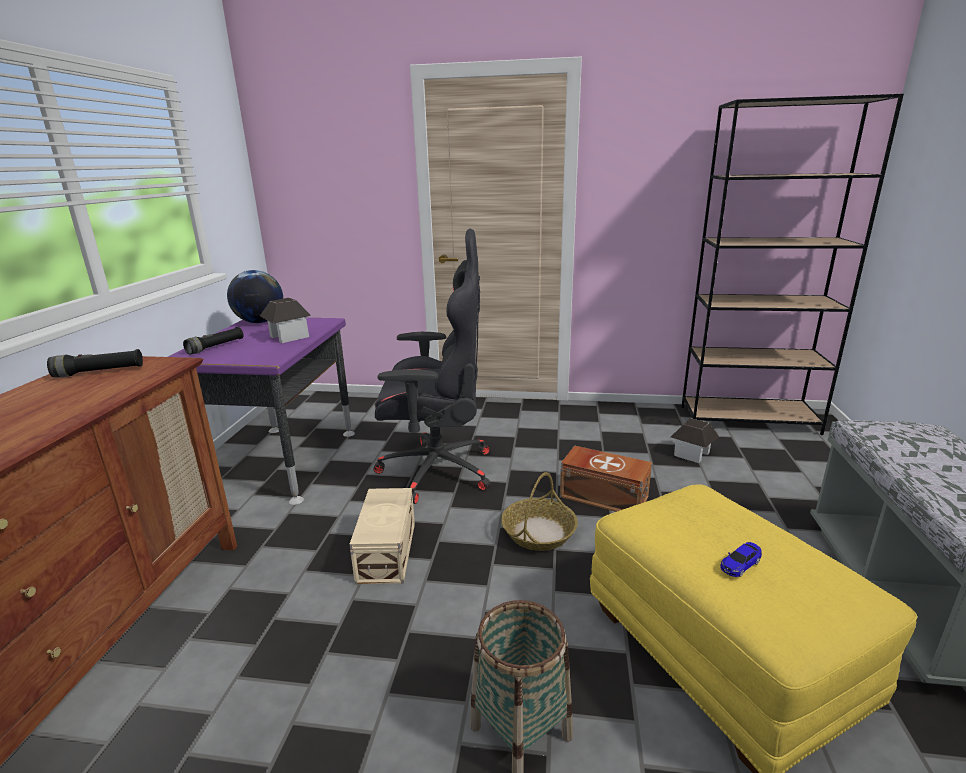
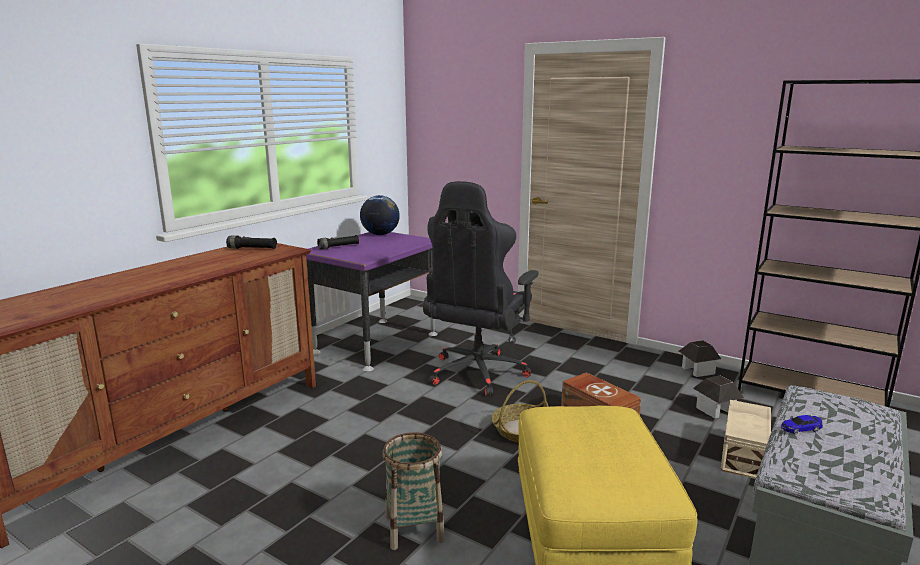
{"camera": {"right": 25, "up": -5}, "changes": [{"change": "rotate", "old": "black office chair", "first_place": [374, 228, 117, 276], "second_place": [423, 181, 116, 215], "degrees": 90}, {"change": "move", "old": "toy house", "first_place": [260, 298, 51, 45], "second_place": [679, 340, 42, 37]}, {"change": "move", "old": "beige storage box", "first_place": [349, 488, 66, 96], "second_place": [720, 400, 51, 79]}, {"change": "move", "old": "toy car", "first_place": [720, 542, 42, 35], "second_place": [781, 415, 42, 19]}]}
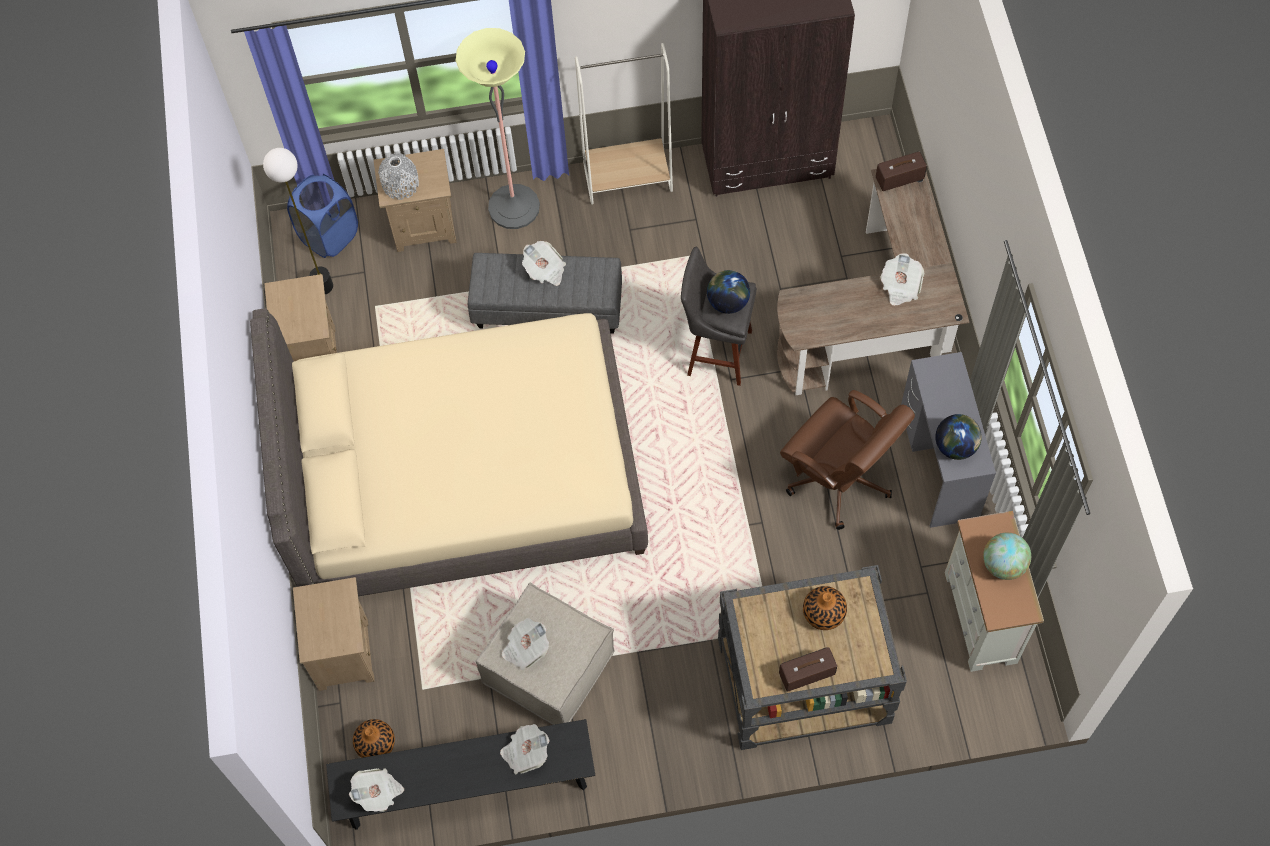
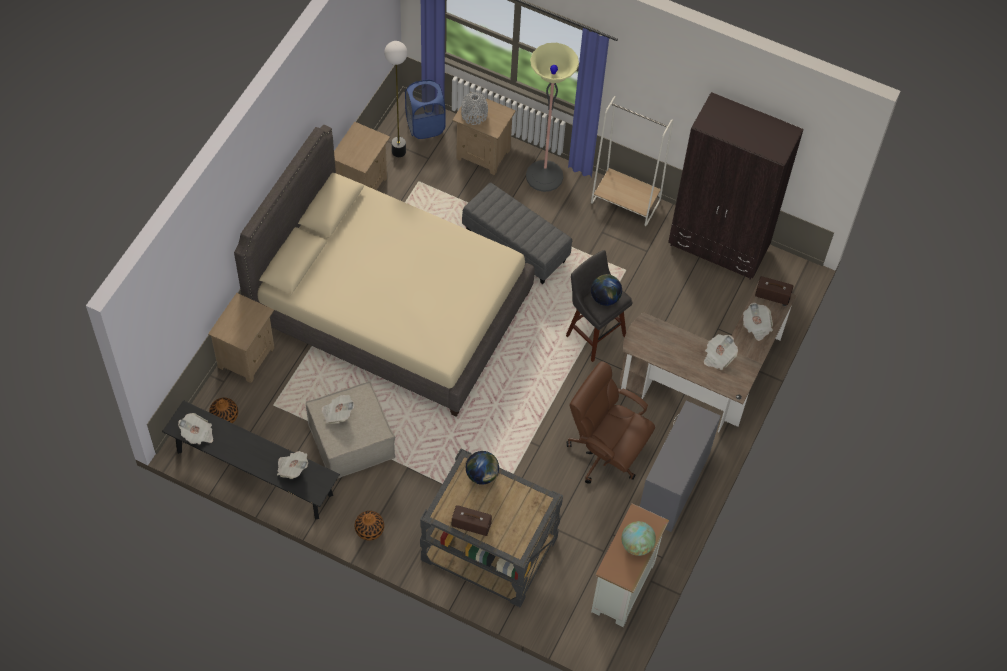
{"camera": {"right": 30, "up": -5}, "changes": [{"change": "move", "old": "vase", "first_place": [803, 586, 44, 44], "second_place": [355, 511, 29, 30]}, {"change": "move", "old": "globe", "first_place": [935, 414, 47, 46], "second_place": [466, 451, 33, 34]}, {"change": "rotate", "old": "brown office chair", "first_place": [780, 390, 135, 140], "second_place": [567, 361, 88, 122], "degrees": 135}, {"change": "move", "old": "newspaper", "first_place": [522, 241, 44, 45], "second_place": [743, 302, 30, 39]}]}
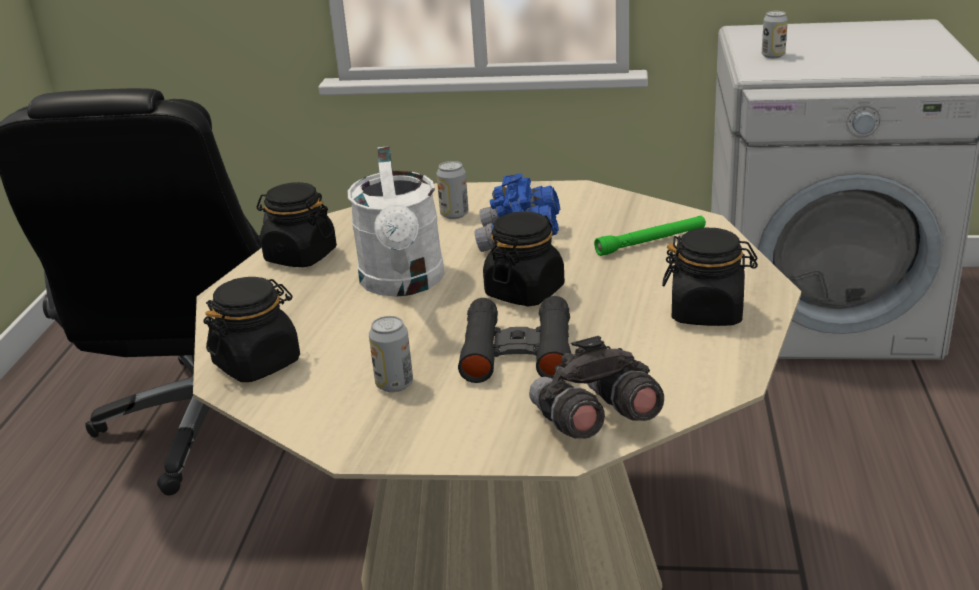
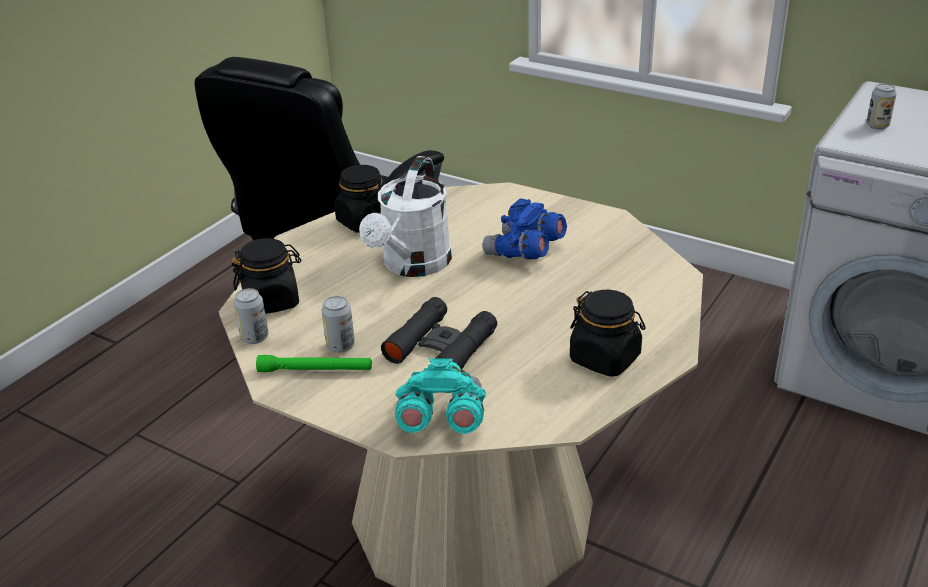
{"camera": {"right": 25, "up": 5}, "changes": [{"change": "move", "old": "can", "first_place": [436, 161, 33, 58], "second_place": [234, 288, 35, 56]}, {"change": "move", "old": "green flashlight", "first_place": [594, 216, 112, 40], "second_place": [256, 355, 116, 17]}, {"change": "recolor", "old": "grey binoculars", "new": "turquoise binoculars", "first_place": [529, 336, 135, 103], "second_place": [395, 358, 91, 76]}, {"change": "delete", "old": "black jar", "first_place": [483, 212, 82, 94]}]}
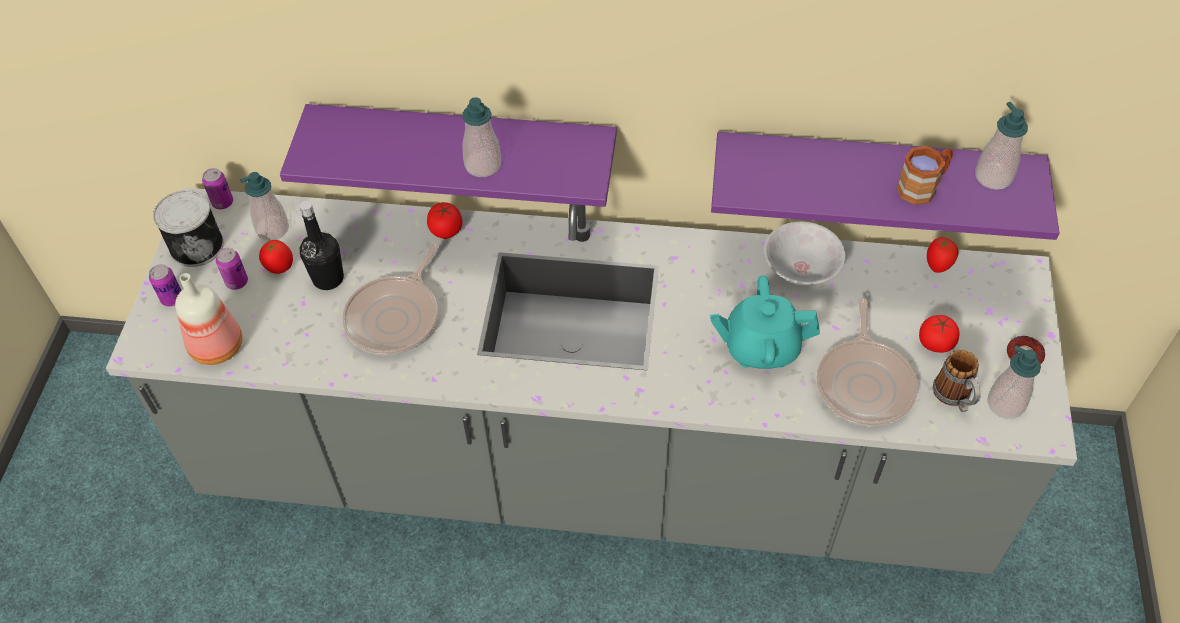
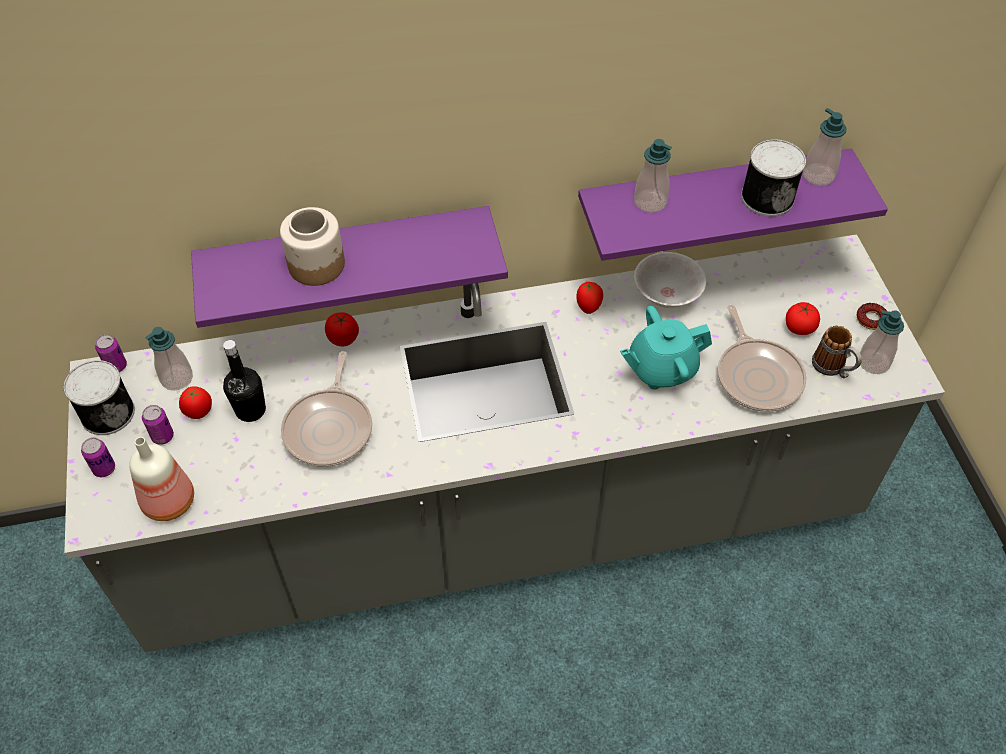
{"camera": {"right": -20, "up": 0}, "changes": [{"change": "insert", "new": "jar", "second_place": [280, 207, 65, 79]}, {"change": "move", "old": "tomato", "first_place": [927, 237, 32, 36], "second_place": [576, 282, 27, 32]}, {"change": "move", "old": "soap dispenser", "first_place": [462, 97, 39, 80], "second_place": [634, 139, 38, 74]}, {"change": "replace", "old": "brown mug", "new": "can", "first_place": [896, 146, 57, 59], "second_place": [741, 139, 65, 78]}]}
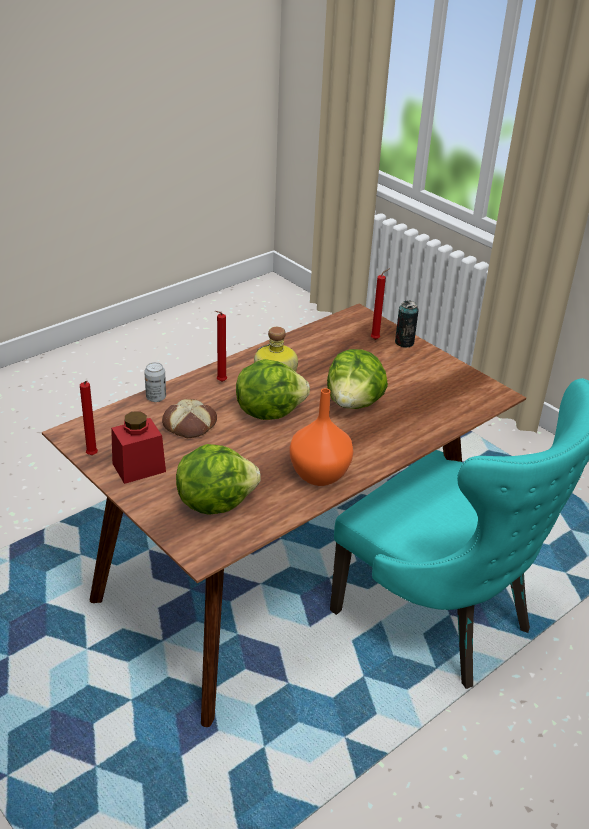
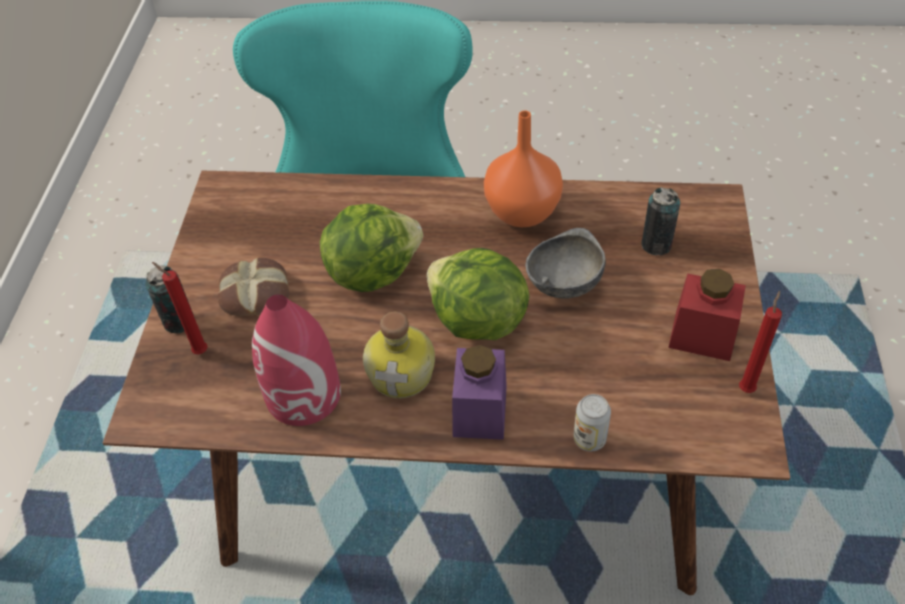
{"camera": {"right": -130, "up": 15}, "changes": [{"change": "move", "old": "bread", "first_place": [162, 399, 55, 39], "second_place": [218, 258, 71, 58]}, {"change": "insert", "new": "red vase", "second_place": [252, 294, 89, 132]}, {"change": "replace", "old": "red candle", "new": "purple jar", "first_place": [215, 311, 12, 71], "second_place": [452, 345, 55, 95]}, {"change": "insert", "new": "grey bowl", "second_place": [525, 228, 81, 71]}, {"change": "replace", "old": "lettuce", "new": "can", "first_place": [176, 444, 85, 71], "second_place": [641, 187, 39, 68]}]}
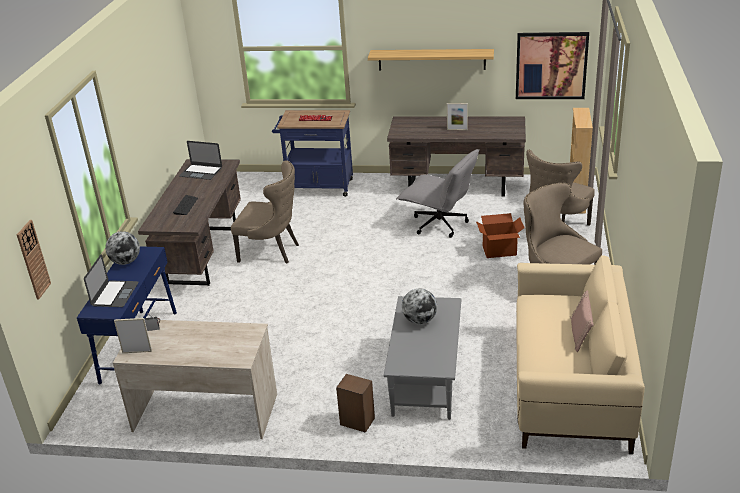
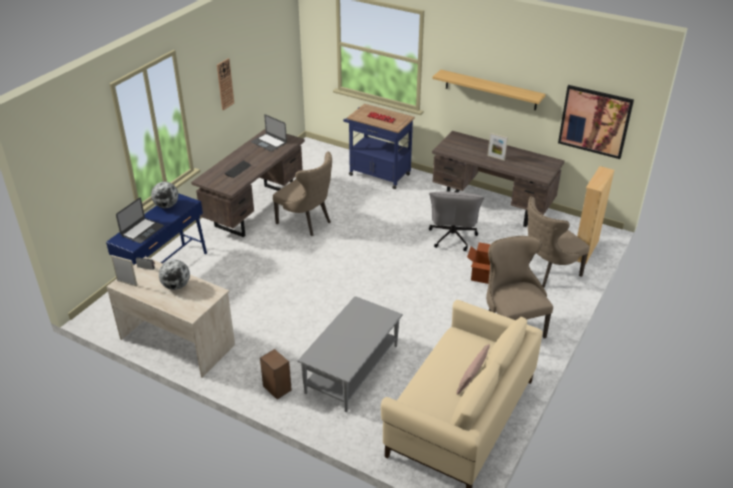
{"camera": {"right": 20, "up": 5}, "changes": [{"change": "move", "old": "globe", "first_place": [402, 289, 35, 35], "second_place": [159, 260, 31, 30]}, {"change": "move", "old": "wall clock", "first_place": [17, 220, 34, 79], "second_place": [217, 58, 17, 52]}, {"change": "rotate", "old": "grey office chair", "first_place": [396, 149, 84, 89], "second_place": [429, 191, 55, 60], "degrees": 45}]}
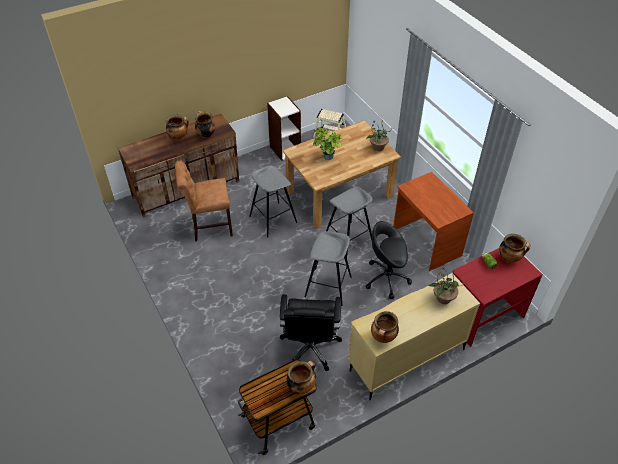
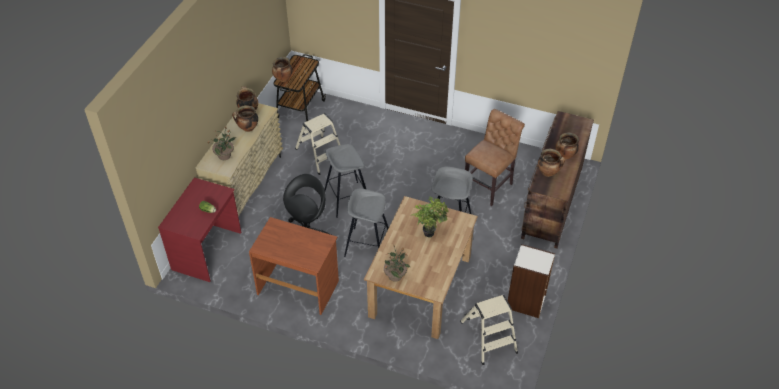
{"camera": {"right": 140, "up": 0}, "changes": [{"change": "move", "old": "cooking pot", "first_place": [499, 234, 31, 29], "second_place": [232, 105, 26, 27]}, {"change": "replace", "old": "black office chair", "new": "beige step ladder", "first_place": [280, 294, 62, 77], "second_place": [295, 113, 45, 62]}]}
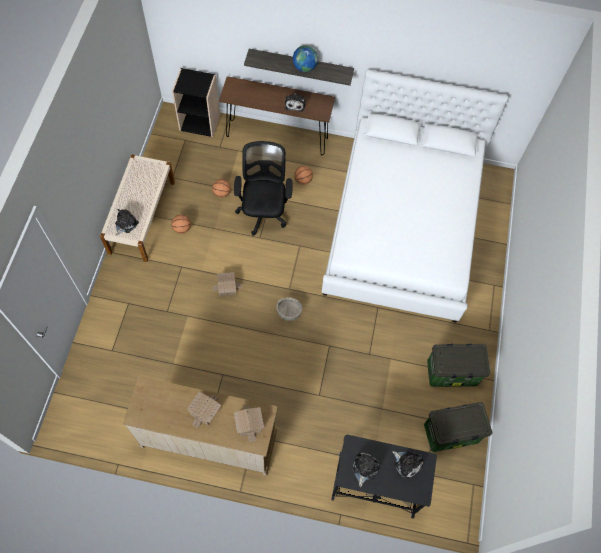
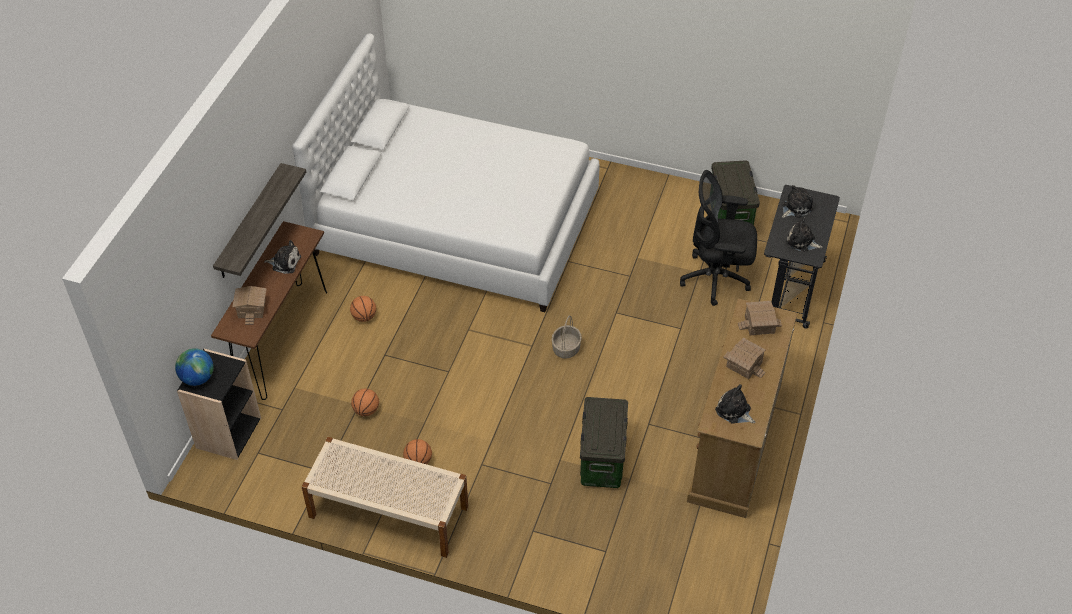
{"camera": {"right": -80, "up": -15}, "changes": [{"change": "move", "old": "globe", "first_place": [293, 45, 25, 27], "second_place": [175, 348, 39, 38]}, {"change": "move", "old": "toy house", "first_place": [212, 272, 30, 24], "second_place": [232, 286, 35, 39]}, {"change": "move", "old": "storage box", "first_place": [427, 344, 63, 43], "second_place": [580, 397, 48, 91]}, {"change": "move", "old": "black office chair", "first_place": [234, 141, 59, 94], "second_place": [680, 170, 77, 136]}, {"change": "move", "old": "plush toy", "first_place": [115, 209, 24, 27], "second_place": [715, 384, 40, 40]}]}
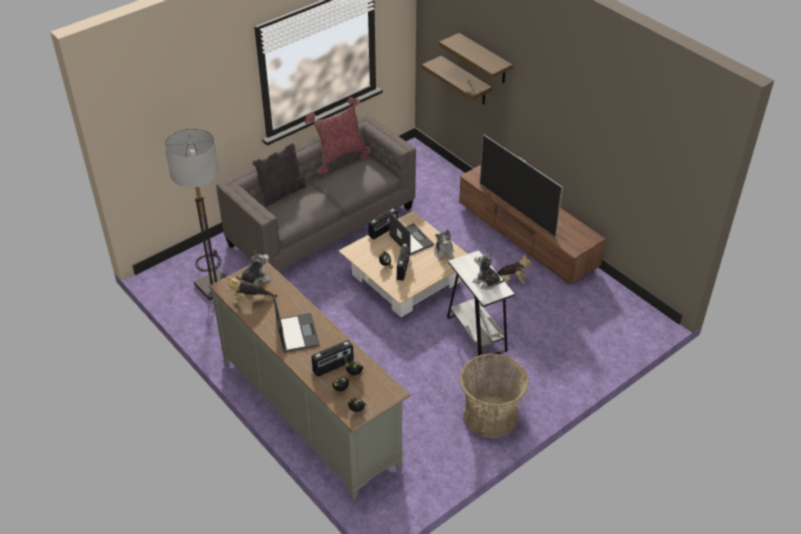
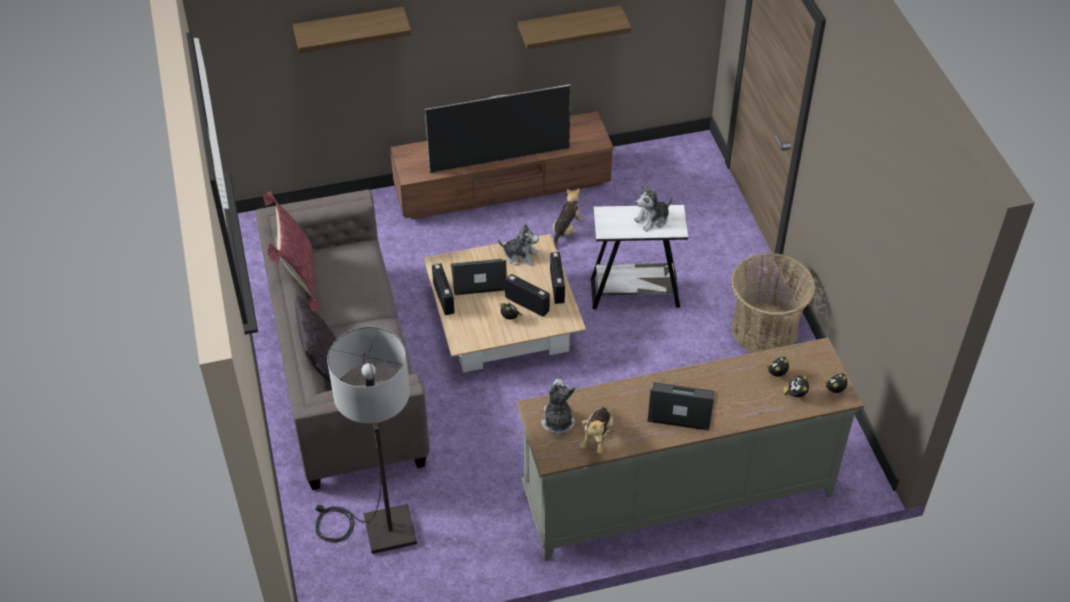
{"camera": {"right": -65, "up": 5}, "changes": [{"change": "move", "old": "shelf", "first_place": [422, 56, 70, 48], "second_place": [518, 5, 114, 45]}, {"change": "move", "old": "radio", "first_place": [312, 340, 42, 37], "second_place": [550, 252, 15, 52]}]}
